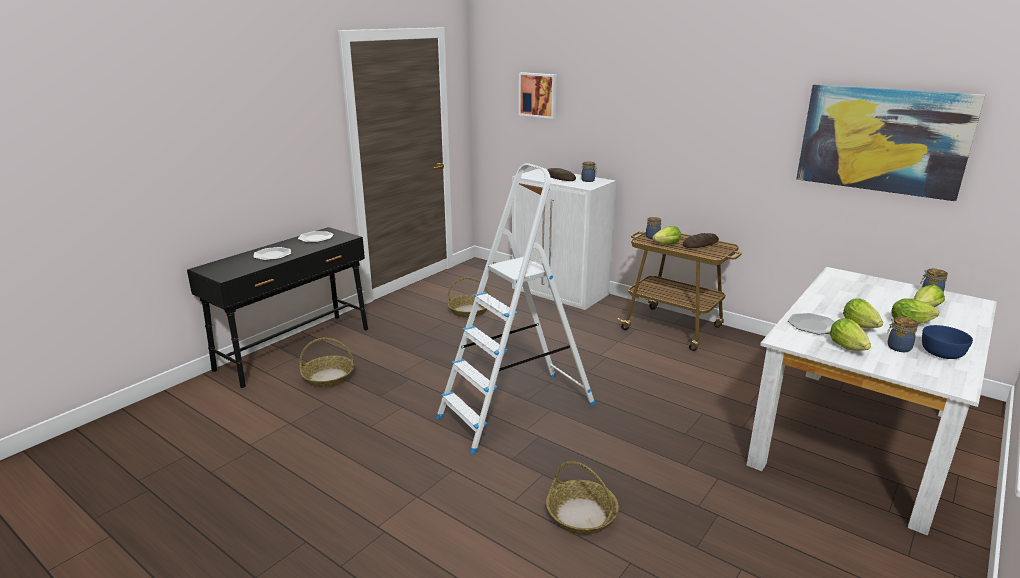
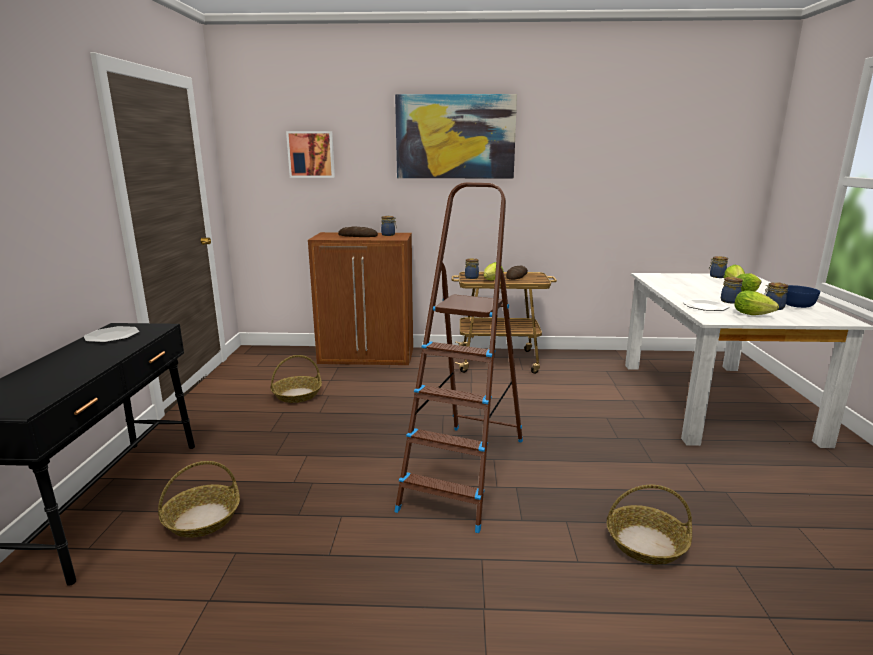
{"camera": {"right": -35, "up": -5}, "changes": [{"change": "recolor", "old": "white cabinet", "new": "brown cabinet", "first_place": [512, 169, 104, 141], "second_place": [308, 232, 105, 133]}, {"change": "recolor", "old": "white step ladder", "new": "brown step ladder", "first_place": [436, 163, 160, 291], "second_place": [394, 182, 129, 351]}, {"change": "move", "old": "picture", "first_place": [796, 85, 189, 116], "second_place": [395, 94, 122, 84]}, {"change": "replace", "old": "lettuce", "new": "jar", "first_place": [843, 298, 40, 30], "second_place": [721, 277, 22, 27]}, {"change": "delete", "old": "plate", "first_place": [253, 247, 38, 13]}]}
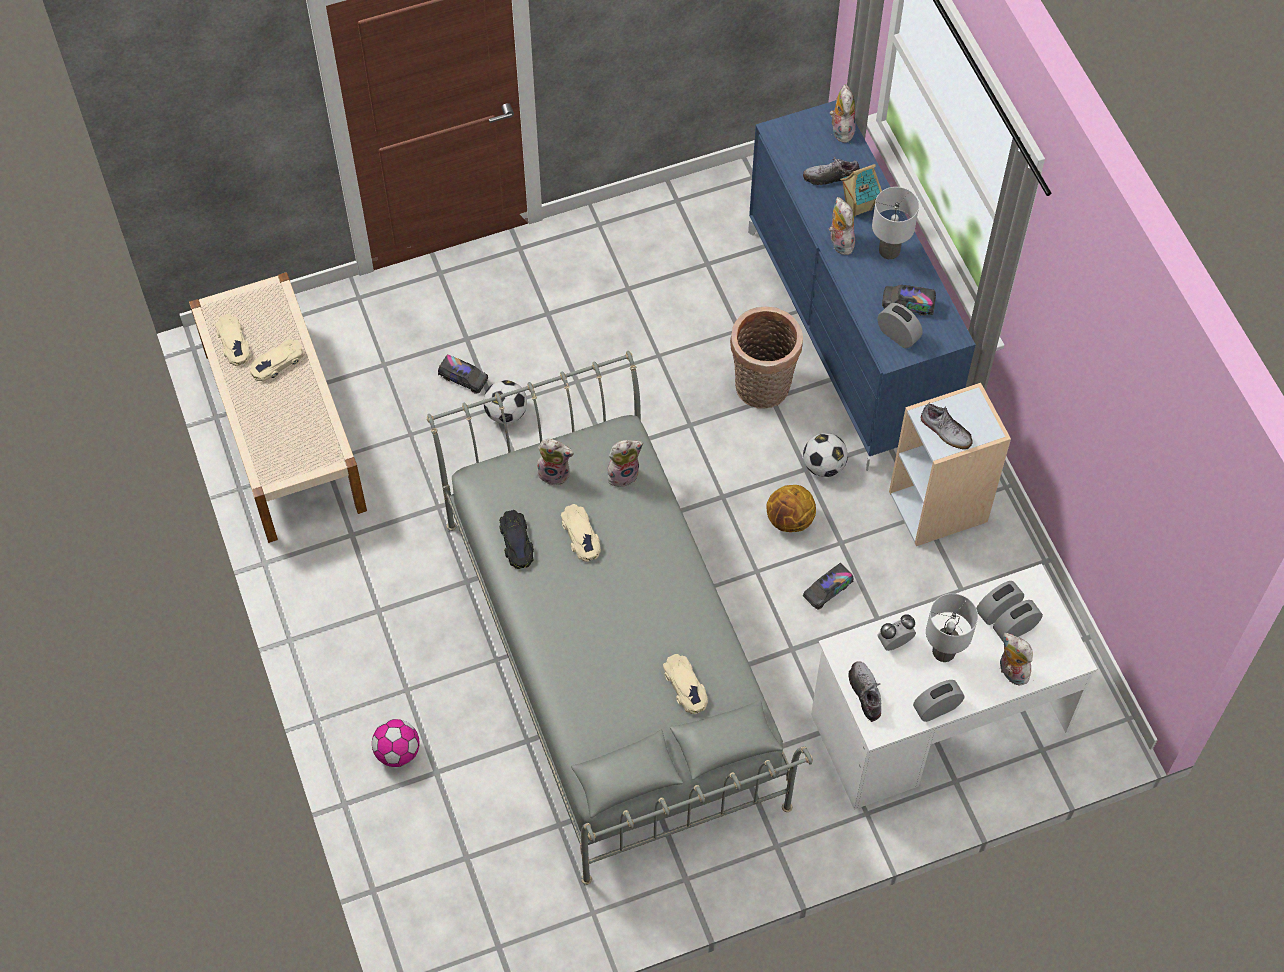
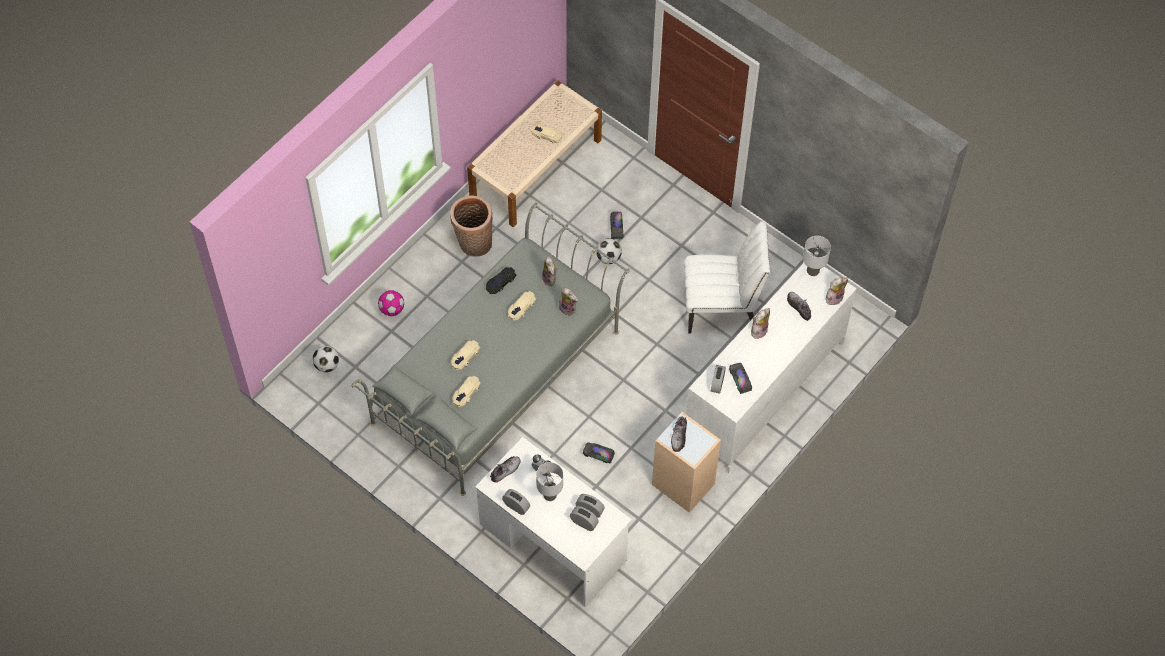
{"camera": {"right": 60, "up": 0}, "changes": [{"change": "move", "old": "football", "first_place": [803, 433, 45, 44], "second_place": [313, 346, 26, 27]}, {"change": "move", "old": "basket", "first_place": [730, 307, 73, 102], "second_place": [450, 195, 43, 62]}, {"change": "move", "old": "beige toy car", "first_place": [215, 314, 36, 52], "second_place": [451, 340, 29, 30]}, {"change": "insert", "new": "white chair", "second_place": [684, 222, 86, 112]}, {"change": "recolor", "old": "blue dresser", "new": "white dresser", "first_place": [748, 100, 228, 371], "second_place": [686, 263, 171, 210]}, {"change": "move", "old": "white table lamp", "first_place": [872, 187, 47, 72], "second_place": [803, 236, 28, 40]}, {"change": "delete", "old": "basketball", "first_place": [766, 485, 50, 47]}, {"change": "delete", "old": "toy house", "first_place": [840, 164, 42, 53]}, {"change": "delete", "old": "plush toy", "first_place": [1000, 633, 33, 53]}]}
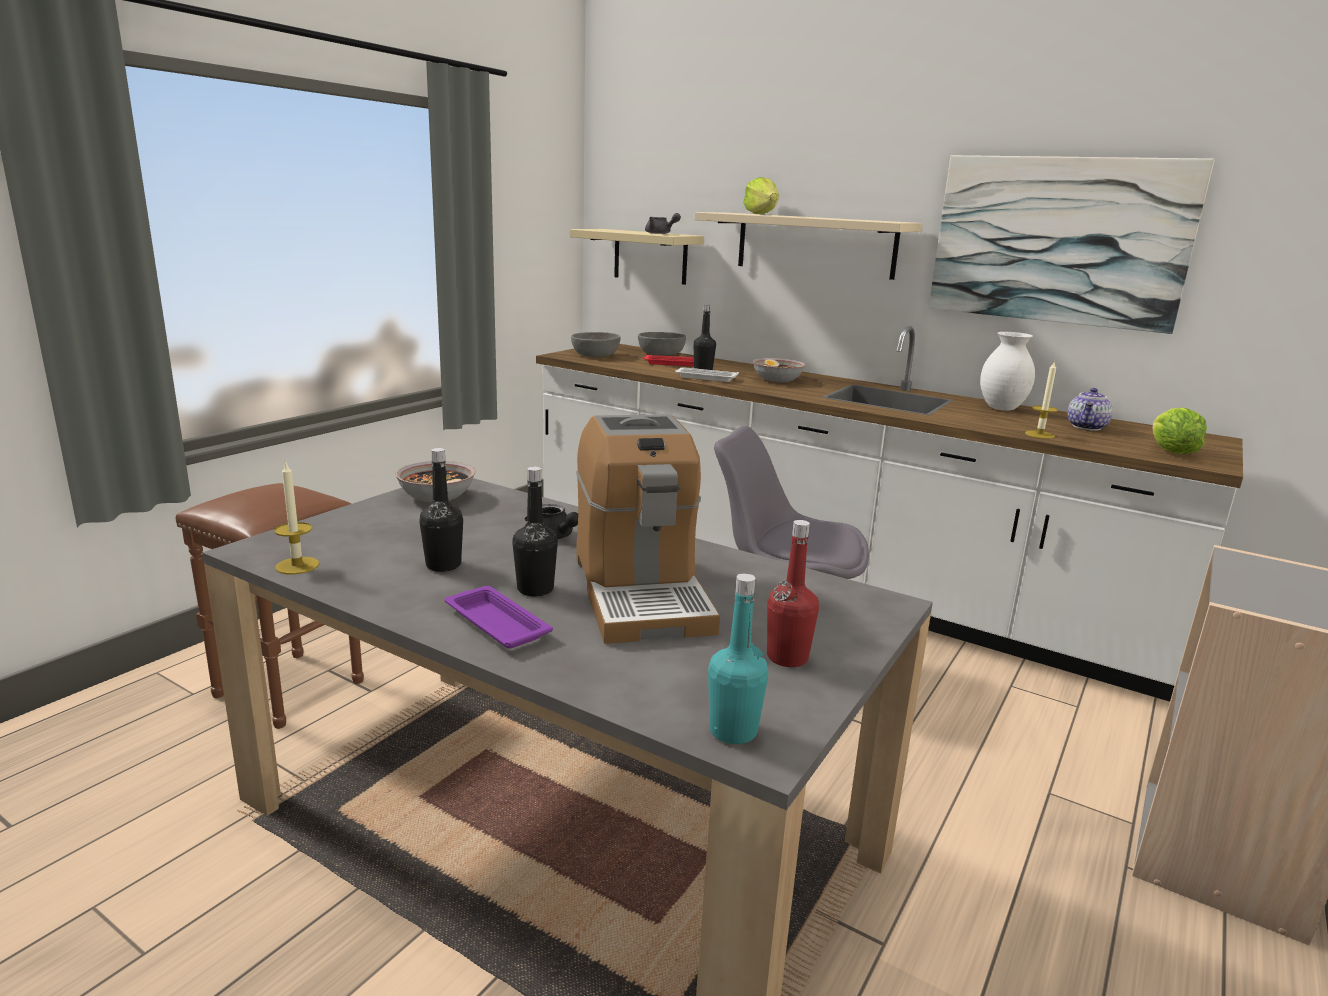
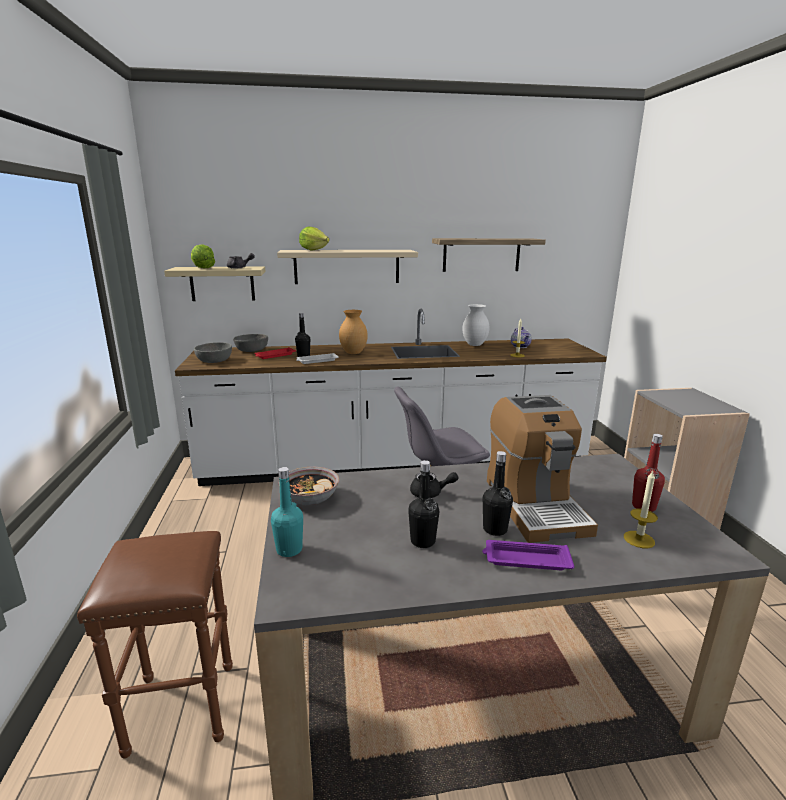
{"camera": {"right": -40, "up": 0}, "changes": [{"change": "move", "old": "lettuce", "first_place": [1152, 408, 55, 46], "second_place": [191, 244, 24, 24]}, {"change": "move", "old": "turquoise bottle", "first_place": [708, 573, 60, 171], "second_place": [271, 467, 32, 90]}, {"change": "replace", "old": "bowl", "new": "brown vase", "first_place": [753, 358, 53, 24], "second_place": [339, 310, 29, 44]}, {"change": "replace", "old": "picture", "new": "shelf", "first_place": [929, 155, 285, 179], "second_place": [432, 238, 114, 34]}, {"change": "rotate", "old": "coffee machine", "first_place": [576, 414, 144, 230], "second_place": [487, 395, 111, 148], "degrees": 45}, {"change": "move", "old": "candle", "first_place": [274, 463, 45, 111], "second_place": [624, 471, 34, 77]}]}
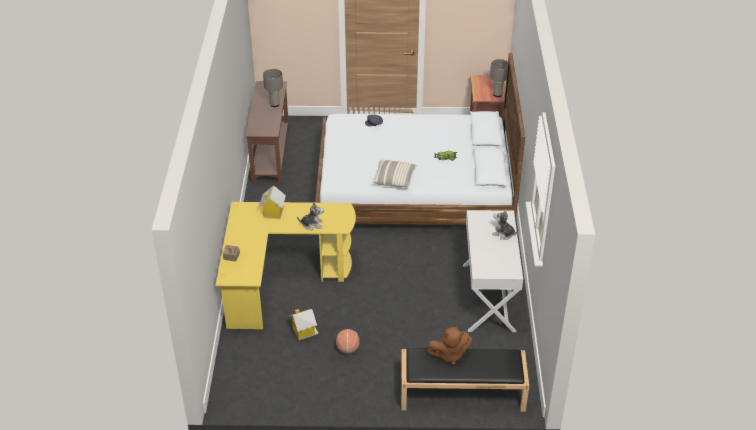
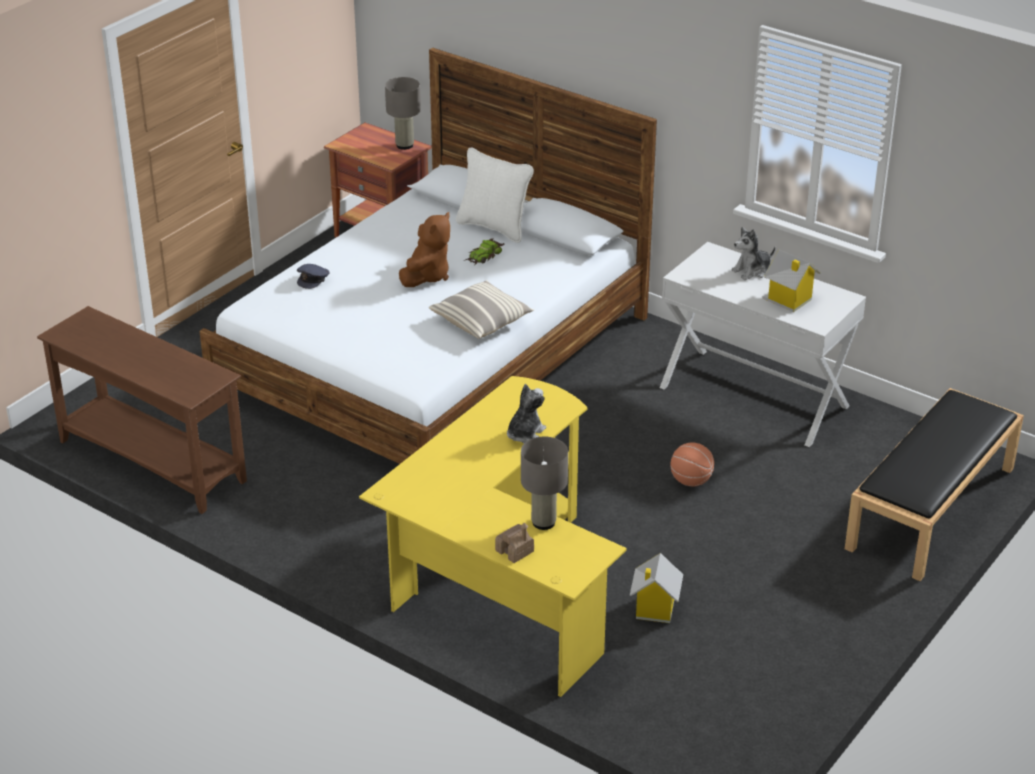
{"camera": {"right": -55, "up": -5}, "changes": [{"change": "move", "old": "brown plush toy", "first_place": [427, 327, 45, 38], "second_place": [399, 212, 51, 75]}, {"change": "insert", "new": "white pillow", "second_place": [456, 148, 78, 95]}, {"change": "move", "old": "grey table lamp", "first_place": [263, 69, 20, 38], "second_place": [521, 437, 47, 93]}, {"change": "move", "old": "basketball", "first_place": [336, 329, 24, 25], "second_place": [671, 442, 43, 44]}, {"change": "move", "old": "toy house", "first_place": [259, 186, 27, 33], "second_place": [762, 250, 58, 62]}]}
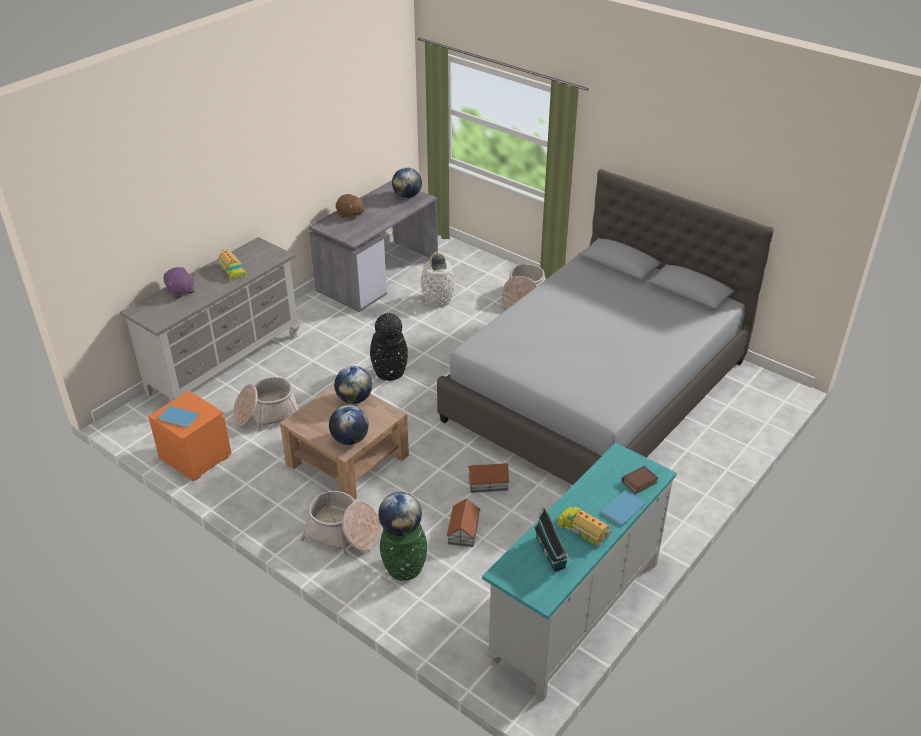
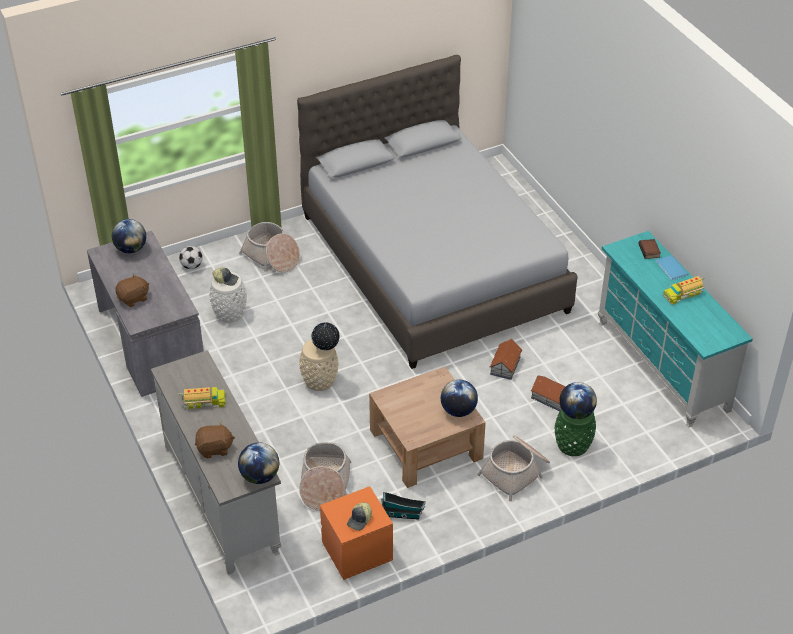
{"camera": {"right": -65, "up": 5}, "changes": [{"change": "insert", "new": "football", "second_place": [179, 246, 24, 23]}, {"change": "recolor", "old": "purple plush toy", "new": "brown plush toy", "first_place": [163, 267, 31, 31], "second_place": [195, 421, 40, 37]}, {"change": "move", "old": "globe", "first_place": [334, 366, 38, 38], "second_place": [238, 443, 41, 41]}, {"change": "recolor", "old": "black stool", "new": "beige stool", "first_place": [370, 332, 38, 49], "second_place": [299, 339, 39, 52]}, {"change": "replace", "old": "blue book", "new": "cap", "first_place": [159, 406, 40, 22], "second_place": [347, 503, 25, 28]}, {"change": "move", "old": "toy house", "first_place": [534, 506, 35, 65], "second_place": [381, 492, 45, 28]}]}
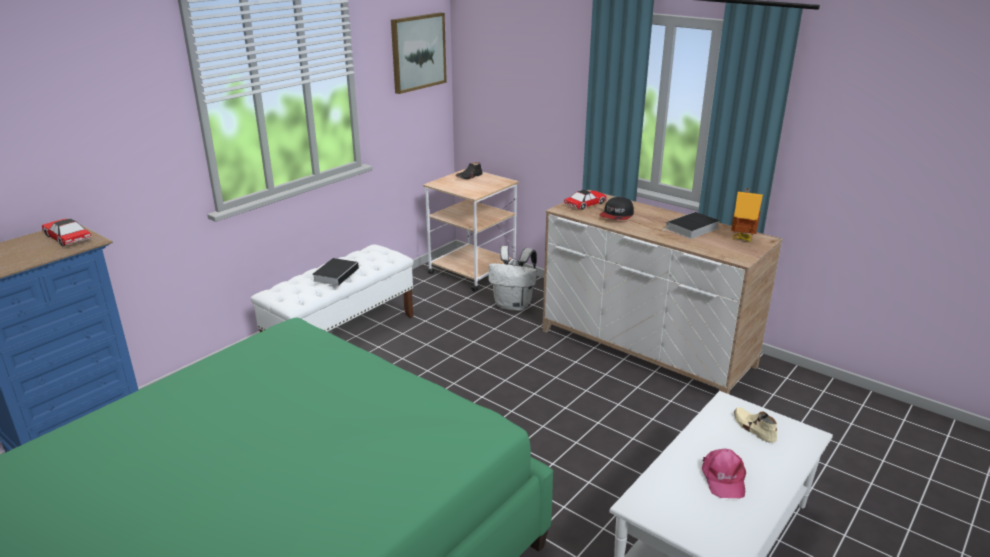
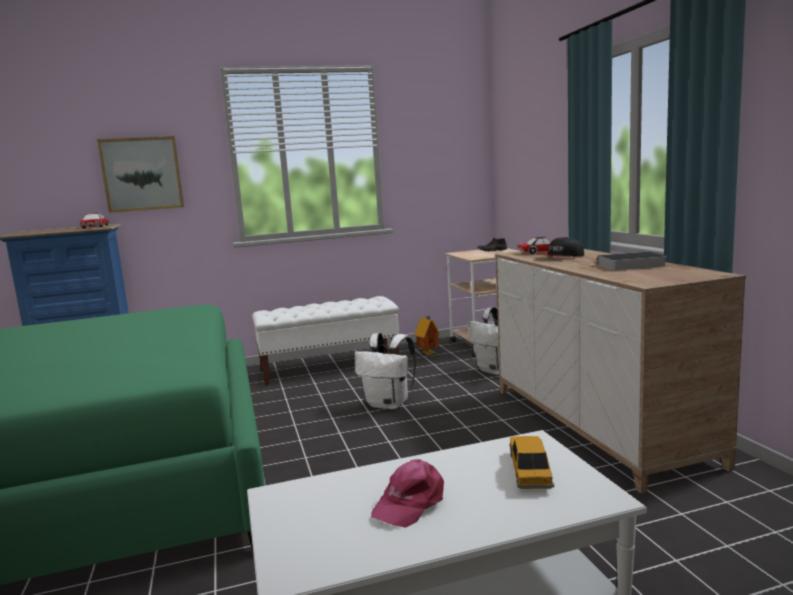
{"camera": {"right": 35, "up": -15}, "changes": [{"change": "move", "old": "picture", "first_place": [391, 12, 56, 82], "second_place": [97, 136, 87, 77]}, {"change": "insert", "new": "white backpack", "second_place": [355, 333, 61, 77]}, {"change": "move", "old": "toy house", "first_place": [731, 188, 32, 54], "second_place": [415, 316, 25, 39]}, {"change": "replace", "old": "beige shoe", "new": "toy car", "first_place": [734, 407, 43, 36], "second_place": [509, 436, 45, 53]}, {"change": "delete", "old": "book", "first_place": [312, 258, 48, 28]}]}
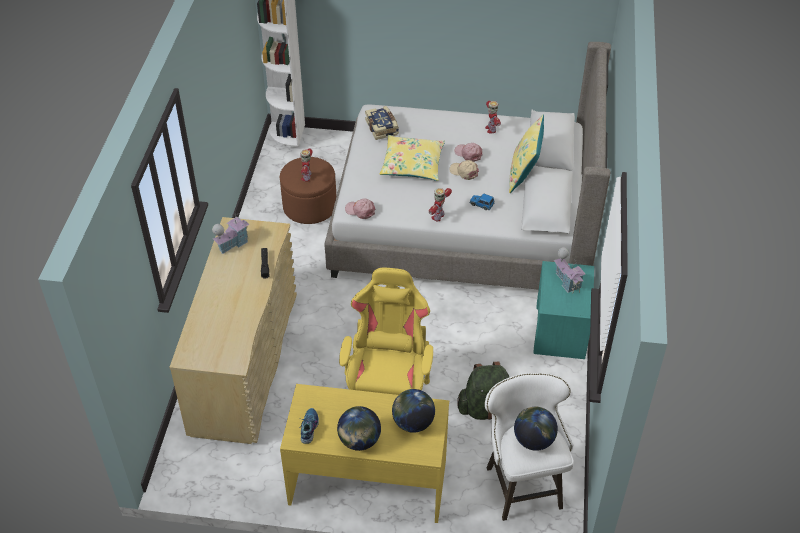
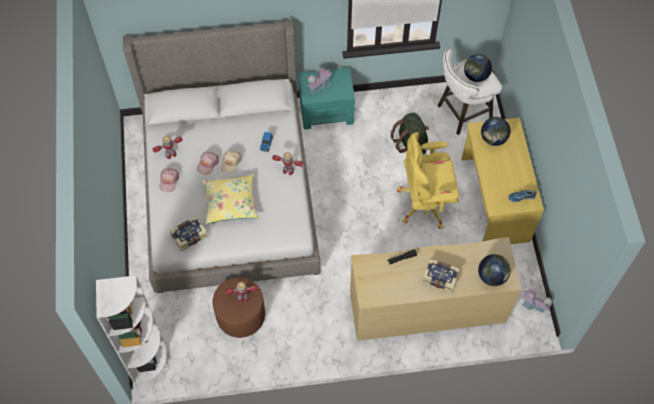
{"camera": {"right": -105, "up": 15}, "changes": [{"change": "move", "old": "pink cap", "first_place": [345, 198, 31, 21], "second_place": [160, 168, 19, 24]}, {"change": "insert", "new": "book", "second_place": [421, 259, 39, 33]}, {"change": "move", "old": "globe", "first_place": [337, 406, 44, 45], "second_place": [478, 254, 33, 32]}, {"change": "move", "old": "toy house", "first_place": [212, 214, 38, 40], "second_place": [520, 289, 32, 24]}, {"change": "delete", "old": "yellow pillow", "first_place": [509, 115, 35, 78]}]}
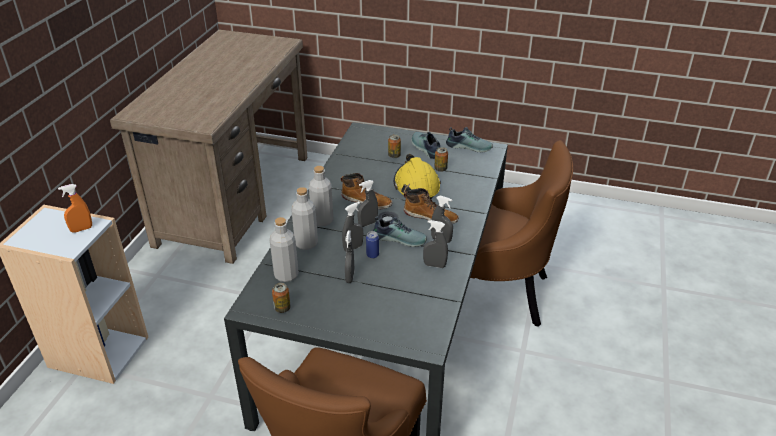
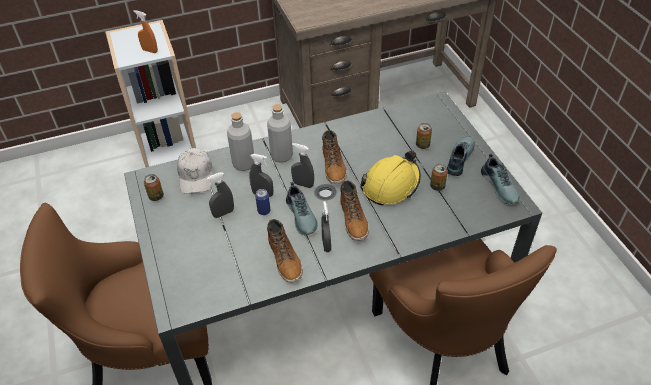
{"camera": {"right": 55, "up": 10}, "changes": [{"change": "replace", "old": "grey bottle", "new": "white cap", "first_place": [269, 217, 30, 65], "second_place": [177, 148, 35, 46]}, {"change": "replace", "old": "grey spray bottle", "new": "boot", "first_place": [423, 220, 25, 48], "second_place": [267, 219, 35, 64]}]}
